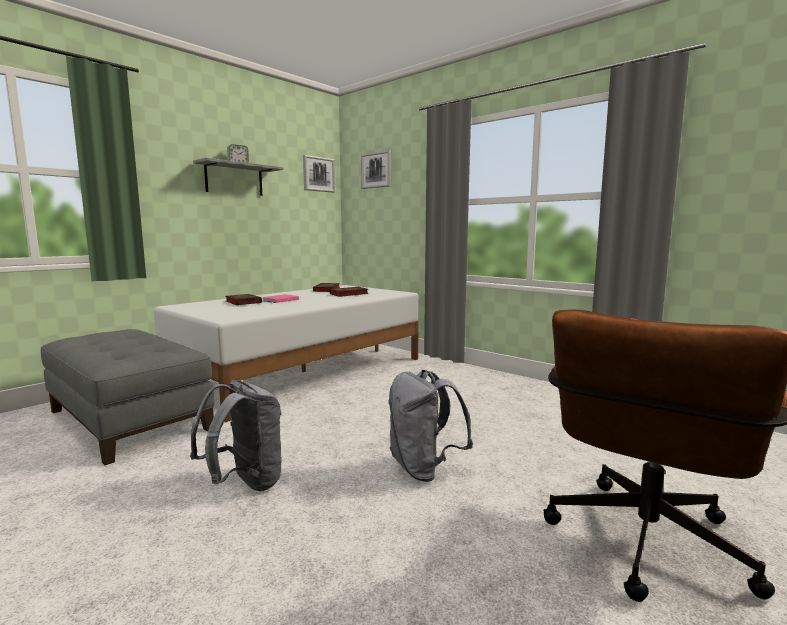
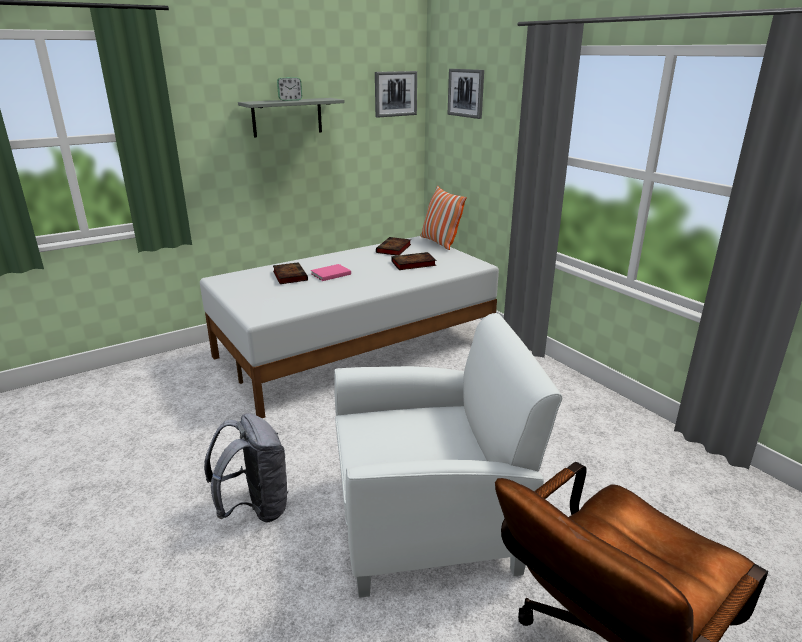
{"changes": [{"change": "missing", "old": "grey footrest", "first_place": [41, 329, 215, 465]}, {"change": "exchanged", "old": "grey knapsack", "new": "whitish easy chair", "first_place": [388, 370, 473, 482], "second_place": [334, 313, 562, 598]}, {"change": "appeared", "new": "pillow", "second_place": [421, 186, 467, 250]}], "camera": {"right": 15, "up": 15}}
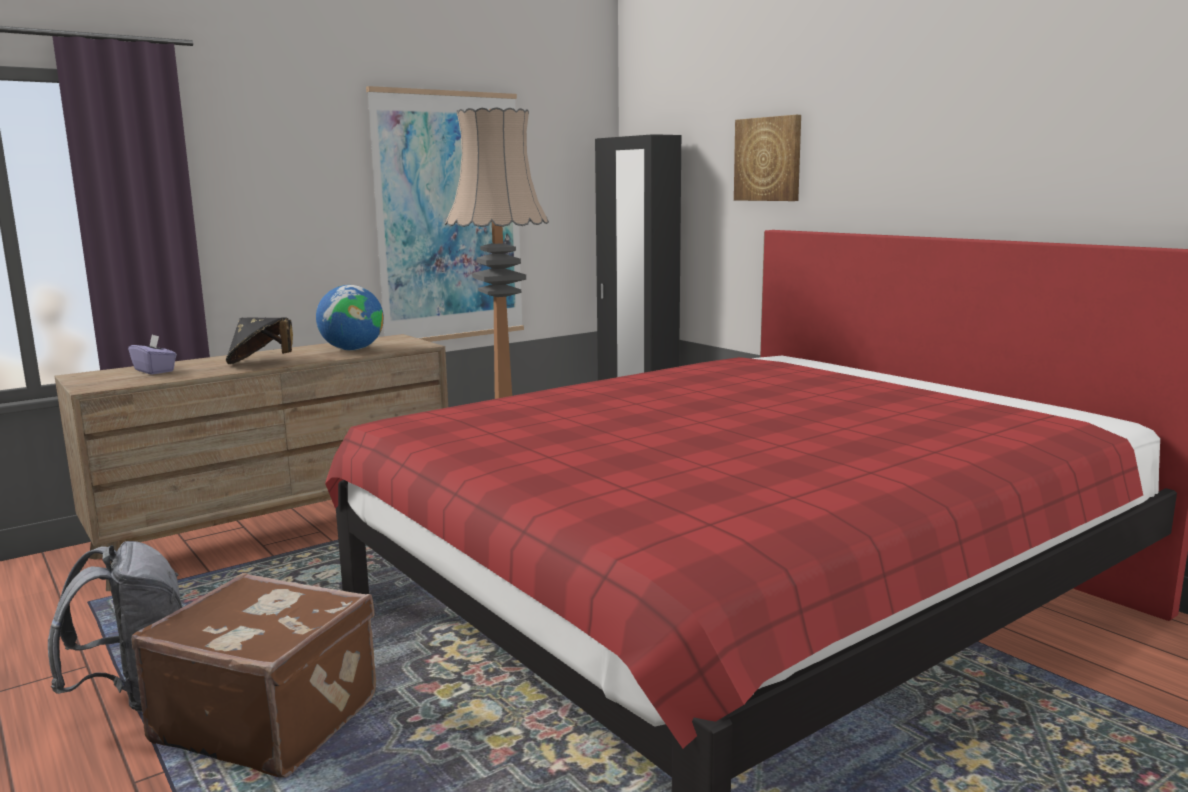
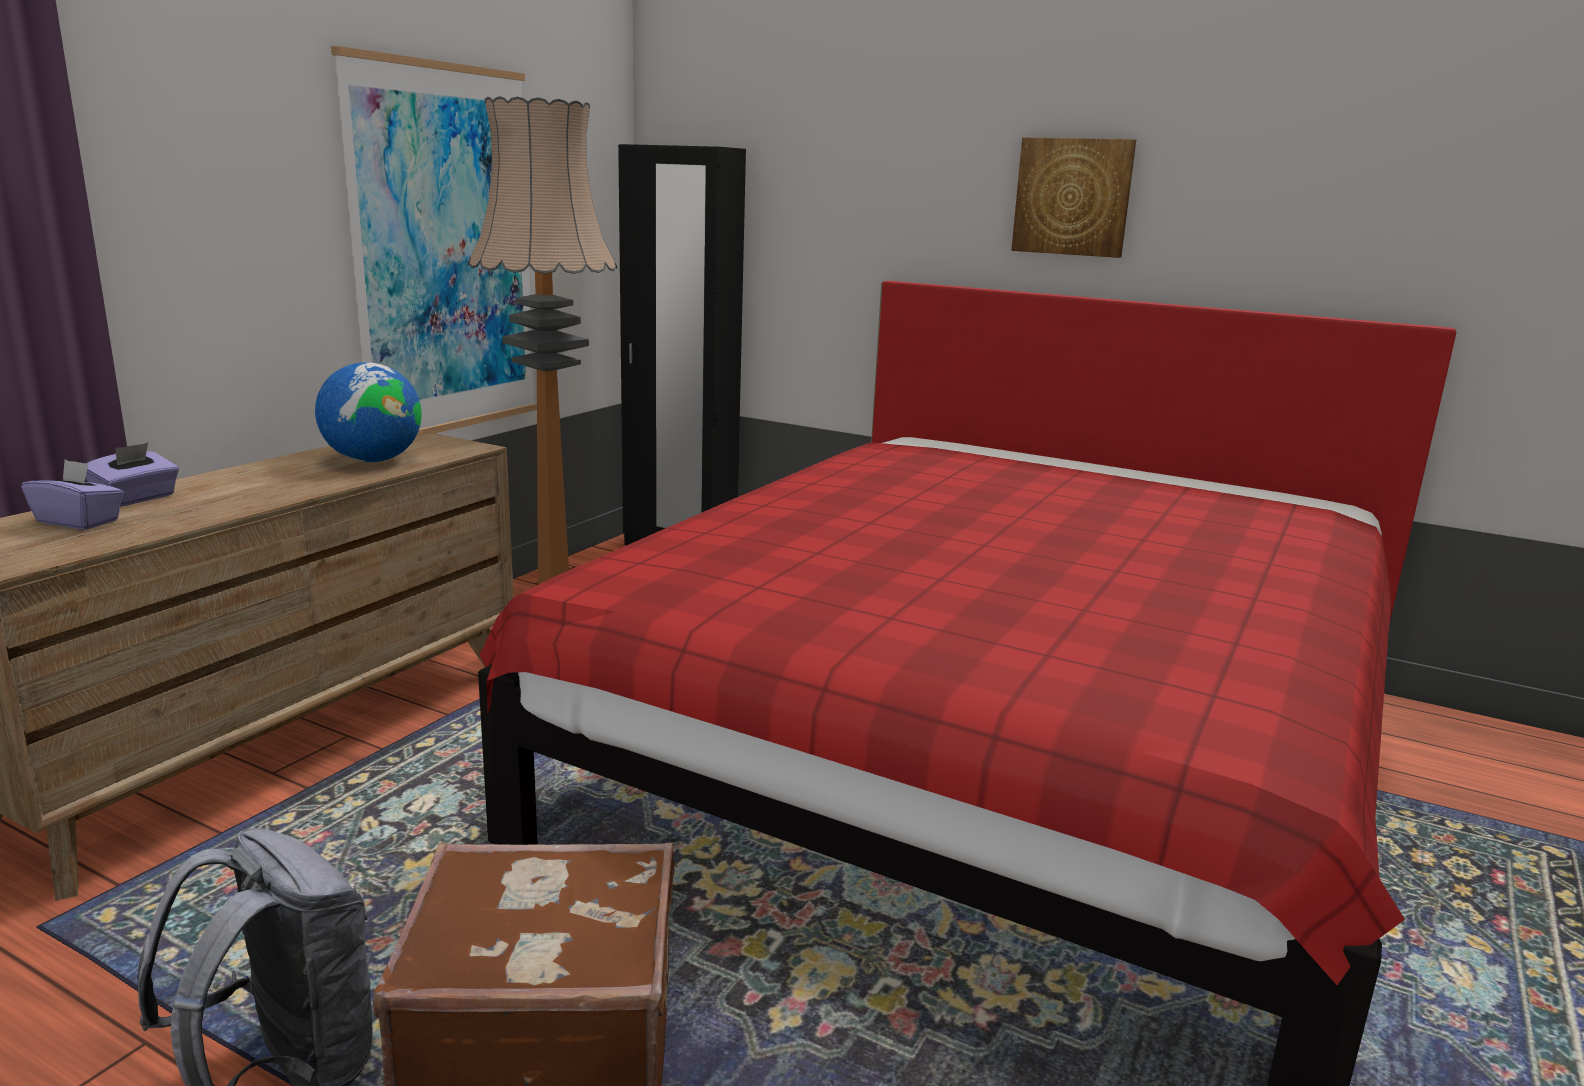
{"changes": [{"change": "relocated", "old": "wall art", "first_place": [734, 115, 801, 201], "second_place": [1011, 137, 1136, 258]}, {"change": "missing", "old": "black-coloured hat", "first_place": [226, 317, 293, 364]}, {"change": "appeared", "new": "purplish tissue box", "second_place": [86, 443, 179, 507]}], "camera": {"right": -25, "up": 5}}
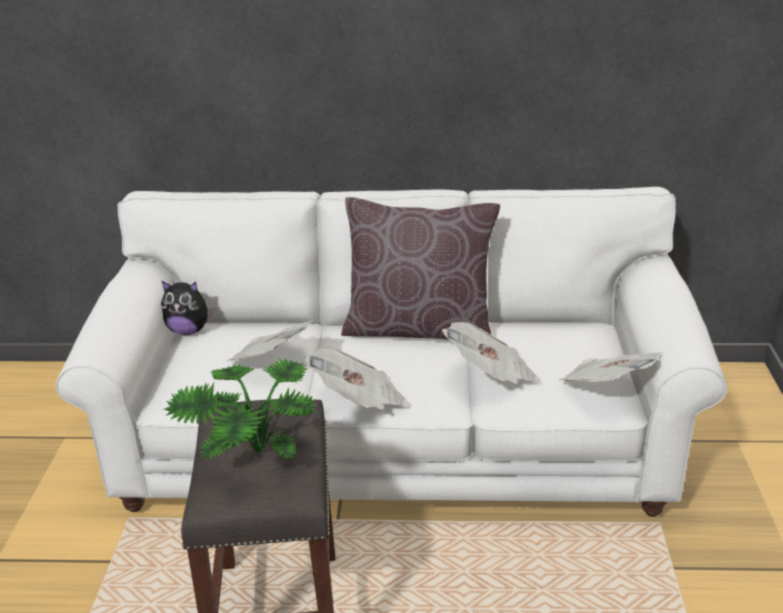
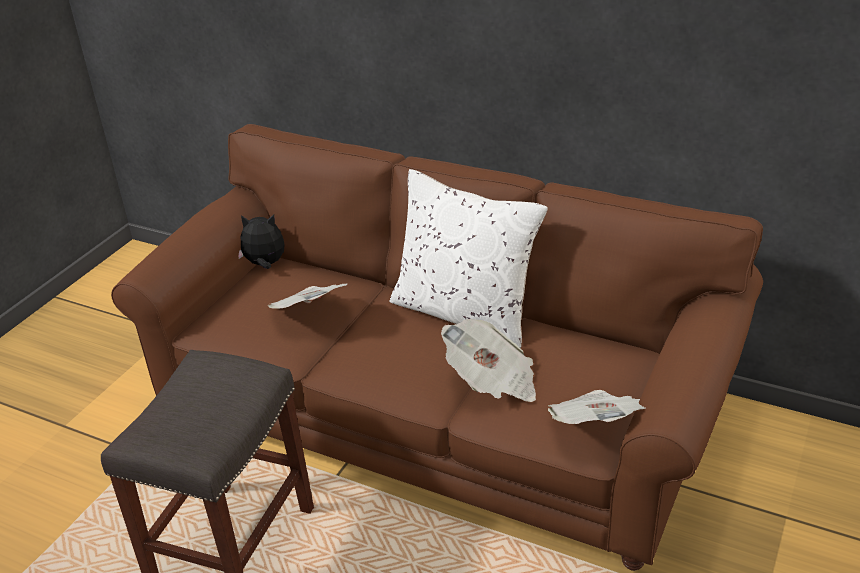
{"changes": [{"change": "colour", "old": "whitish sofa", "new": "brown-coloured sofa", "first_place": [56, 187, 727, 517], "second_place": [111, 124, 763, 571]}, {"change": "colour", "old": "brown-coloured pillow", "new": "whitish pillow", "first_place": [341, 197, 500, 340], "second_place": [390, 169, 548, 348]}, {"change": "spun", "old": "cuddly toy", "first_place": [161, 280, 215, 335], "second_place": [239, 214, 285, 269], "degrees": 150}, {"change": "missing", "old": "daily paper", "first_place": [304, 348, 409, 410]}, {"change": "missing", "old": "plant in a pot", "first_place": [164, 358, 316, 460]}], "camera": {"right": 25, "up": 5}}
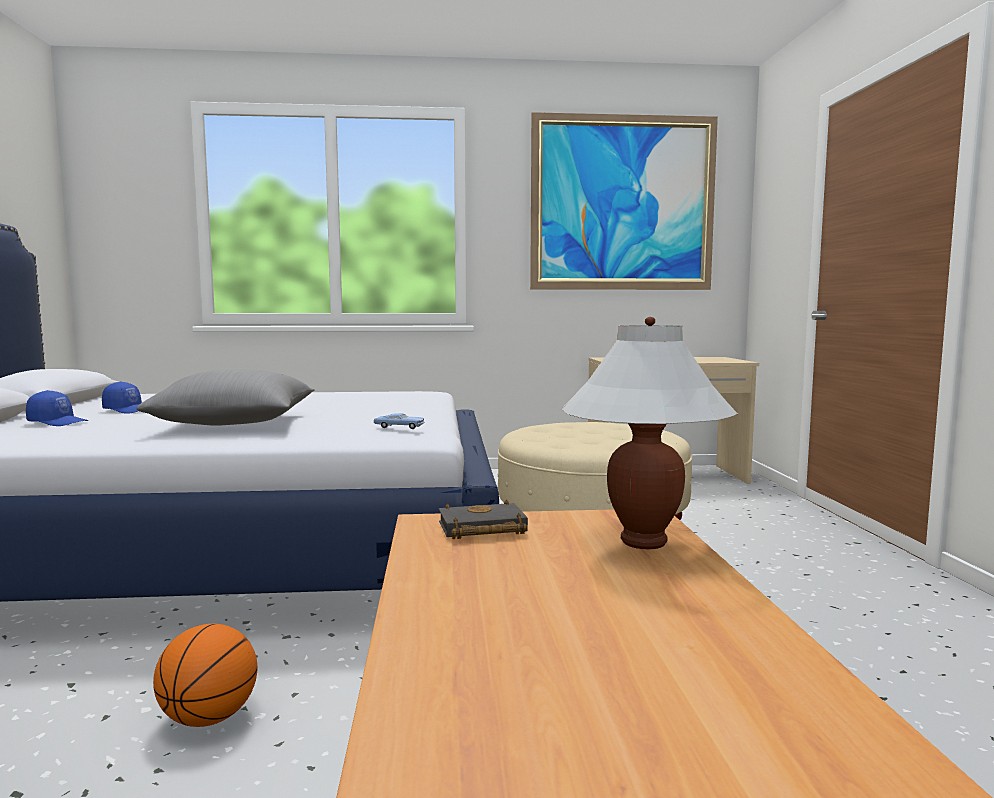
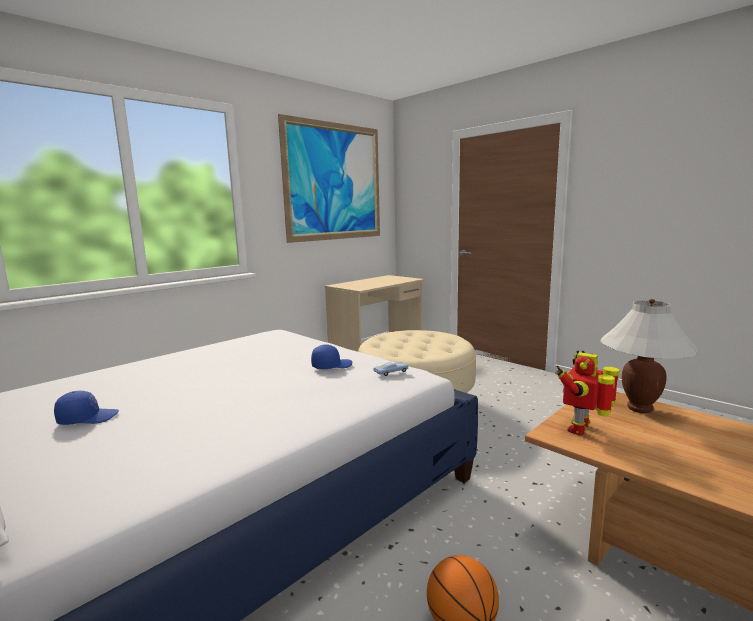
{"changes": [{"change": "missing", "old": "grey pillow", "first_place": [137, 369, 314, 426]}, {"change": "relocated", "old": "blue cap", "first_place": [26, 390, 88, 426], "second_place": [311, 344, 352, 369]}, {"change": "exchanged", "old": "black-coloured book", "new": "model robot", "first_place": [439, 500, 528, 539], "second_place": [555, 351, 619, 435]}], "camera": {"right": -40, "up": 5}}
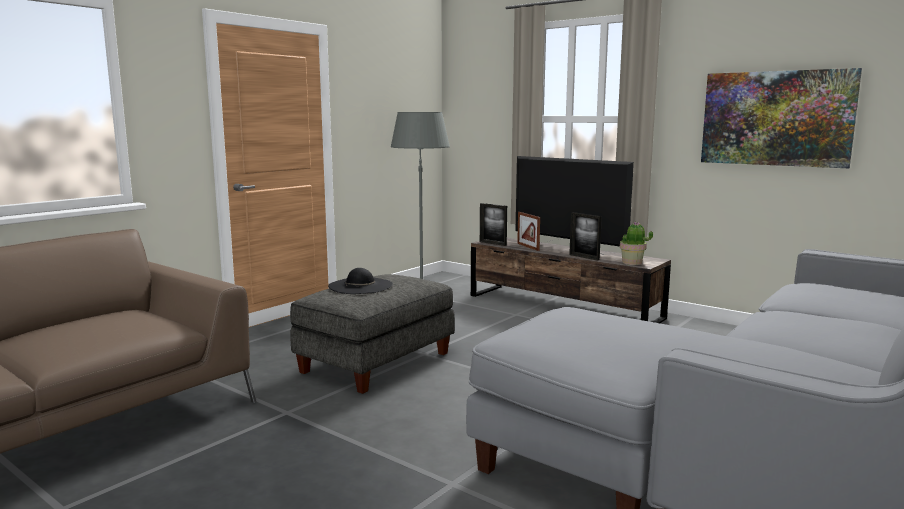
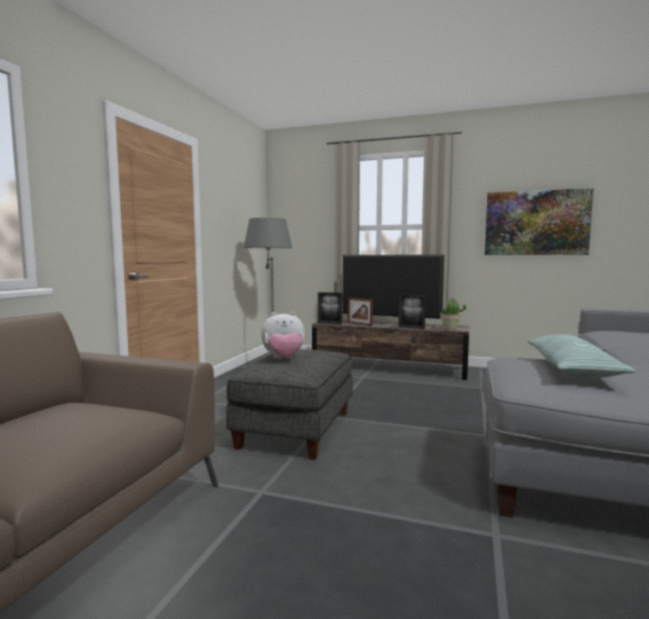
{"changes": [{"change": "exchanged", "old": "black-coloured hat", "new": "cuddly toy", "first_place": [328, 268, 393, 294], "second_place": [261, 312, 305, 359]}, {"change": "appeared", "new": "pillow", "second_place": [527, 334, 636, 377]}], "camera": {"right": -20, "up": -5}}
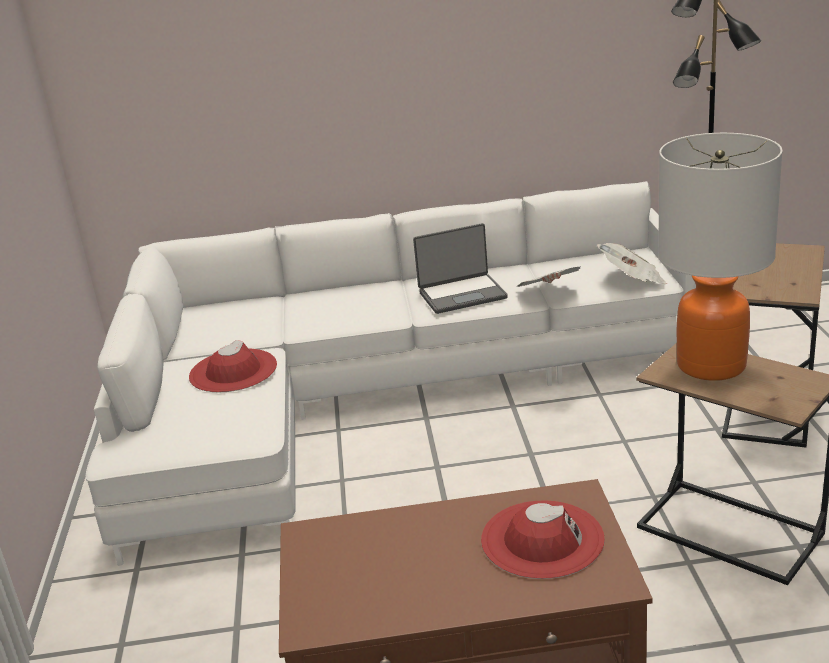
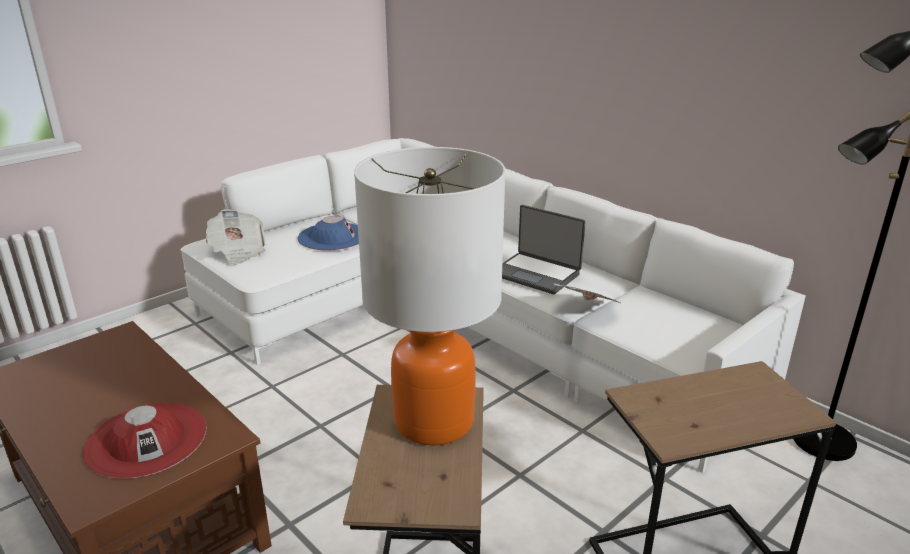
{"changes": [{"change": "relocated", "old": "daily paper", "first_place": [597, 243, 667, 284], "second_place": [205, 209, 265, 265]}, {"change": "colour", "old": "red-coloured hat", "new": "blue hat", "first_place": [189, 340, 277, 392], "second_place": [298, 216, 359, 251]}], "camera": {"right": 50, "up": 0}}
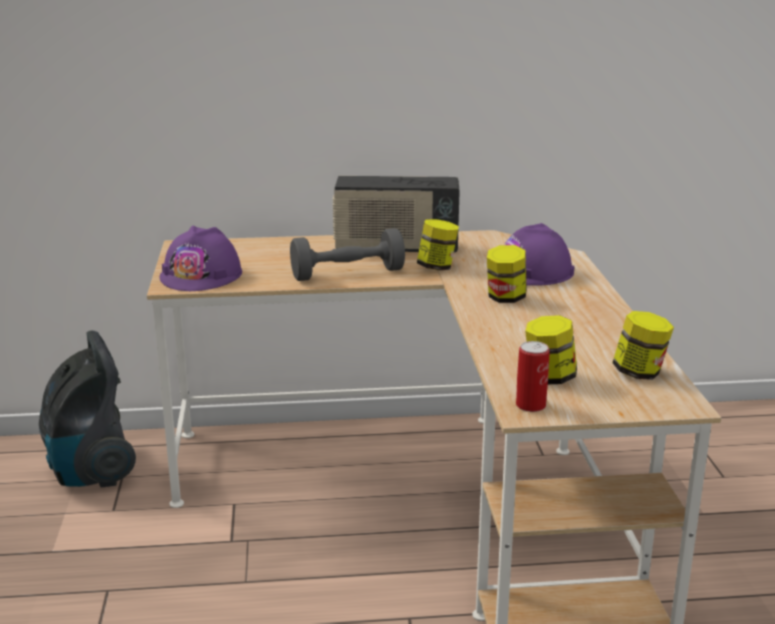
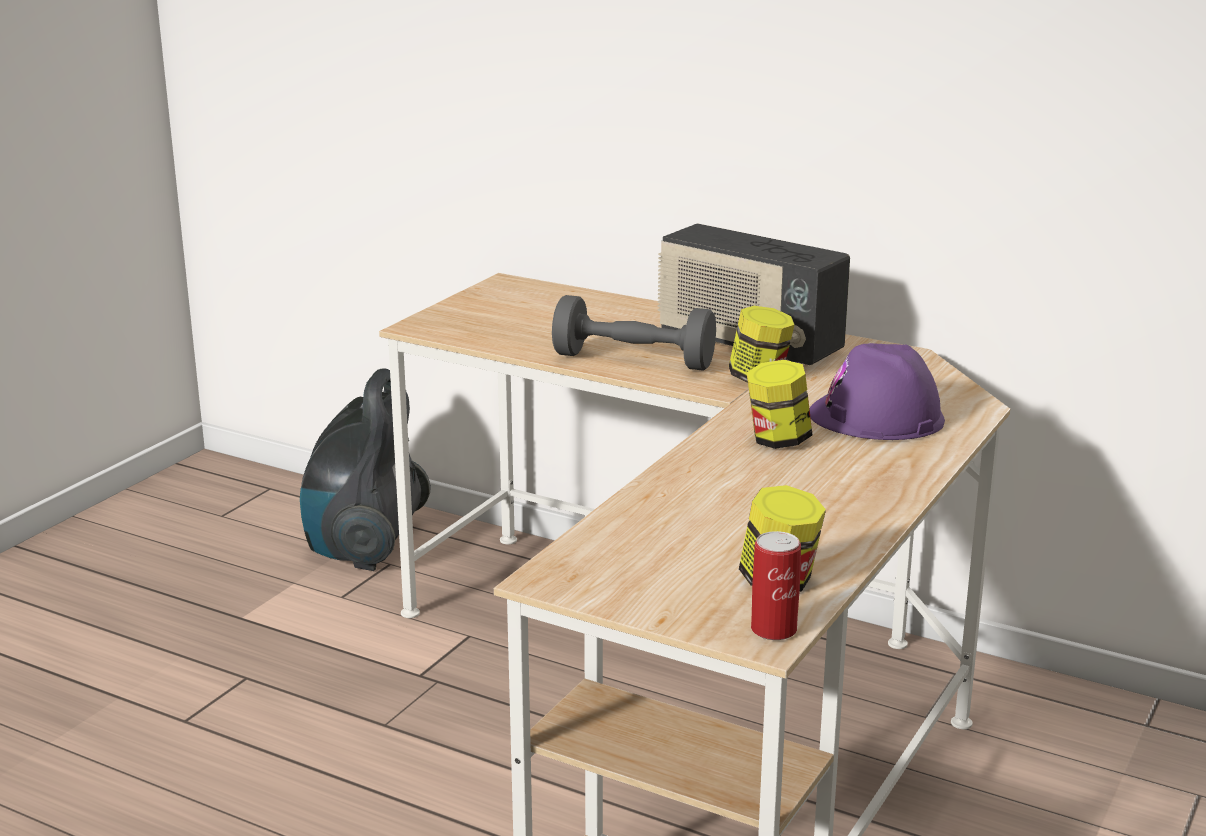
{"changes": [{"change": "missing", "old": "purplish hard hat", "first_place": [159, 226, 242, 291]}, {"change": "missing", "old": "jar", "first_place": [525, 315, 577, 384]}, {"change": "relocated", "old": "metal can", "first_place": [516, 341, 550, 412], "second_place": [751, 531, 801, 640]}], "camera": {"right": 35, "up": 0}}
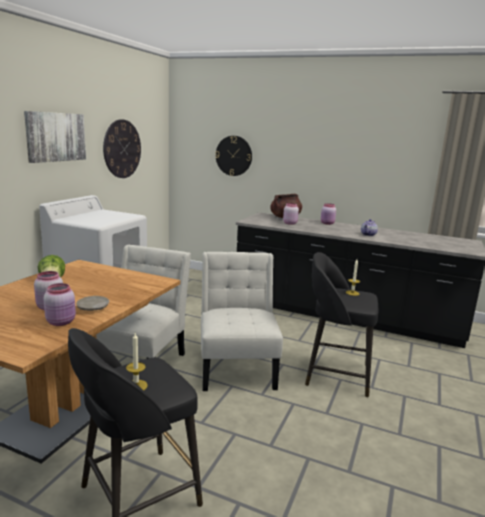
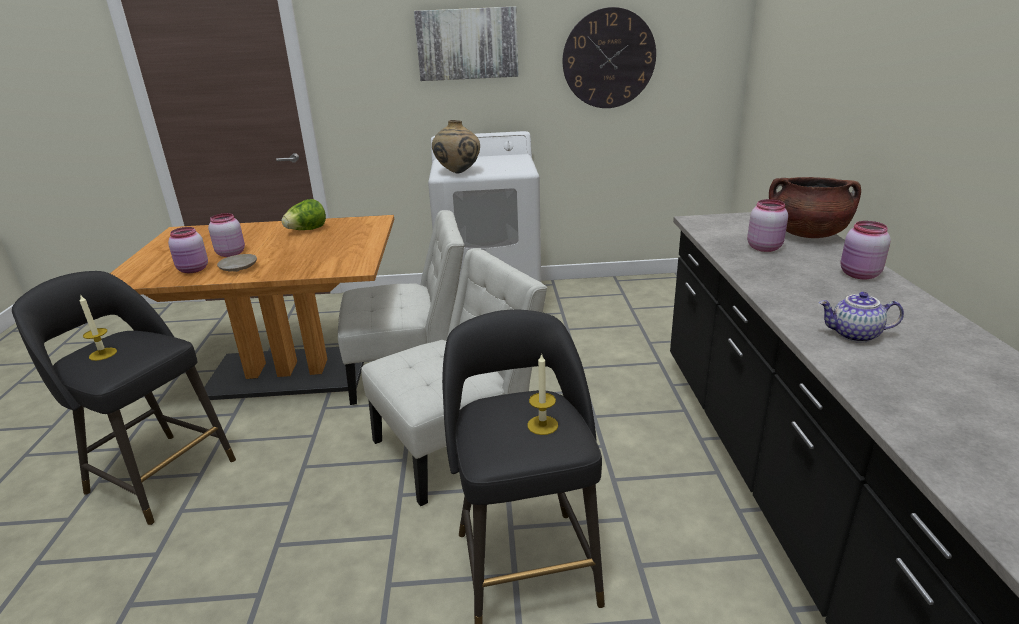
{"changes": [{"change": "missing", "old": "clock on the wall", "first_place": [215, 136, 252, 176]}, {"change": "appeared", "new": "beige vase", "second_place": [432, 120, 480, 174]}], "camera": {"right": 65, "up": 10}}
